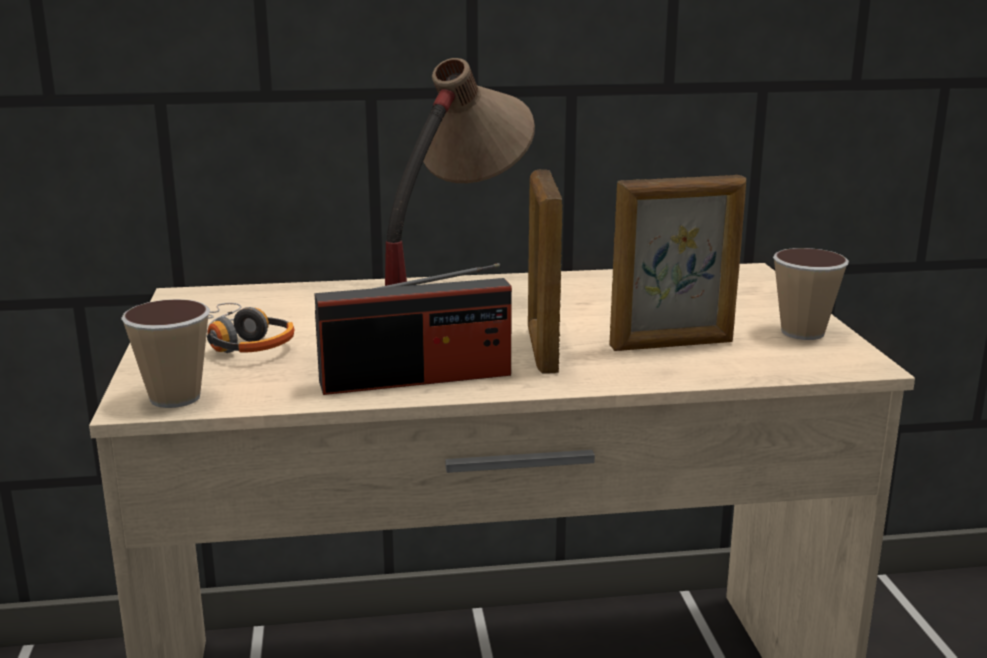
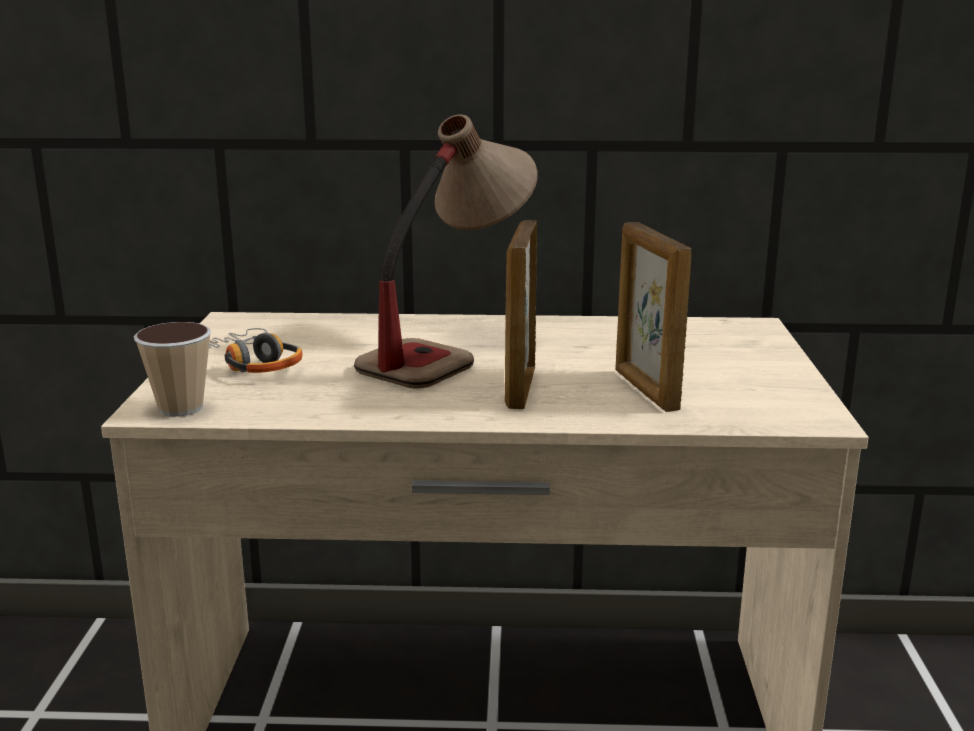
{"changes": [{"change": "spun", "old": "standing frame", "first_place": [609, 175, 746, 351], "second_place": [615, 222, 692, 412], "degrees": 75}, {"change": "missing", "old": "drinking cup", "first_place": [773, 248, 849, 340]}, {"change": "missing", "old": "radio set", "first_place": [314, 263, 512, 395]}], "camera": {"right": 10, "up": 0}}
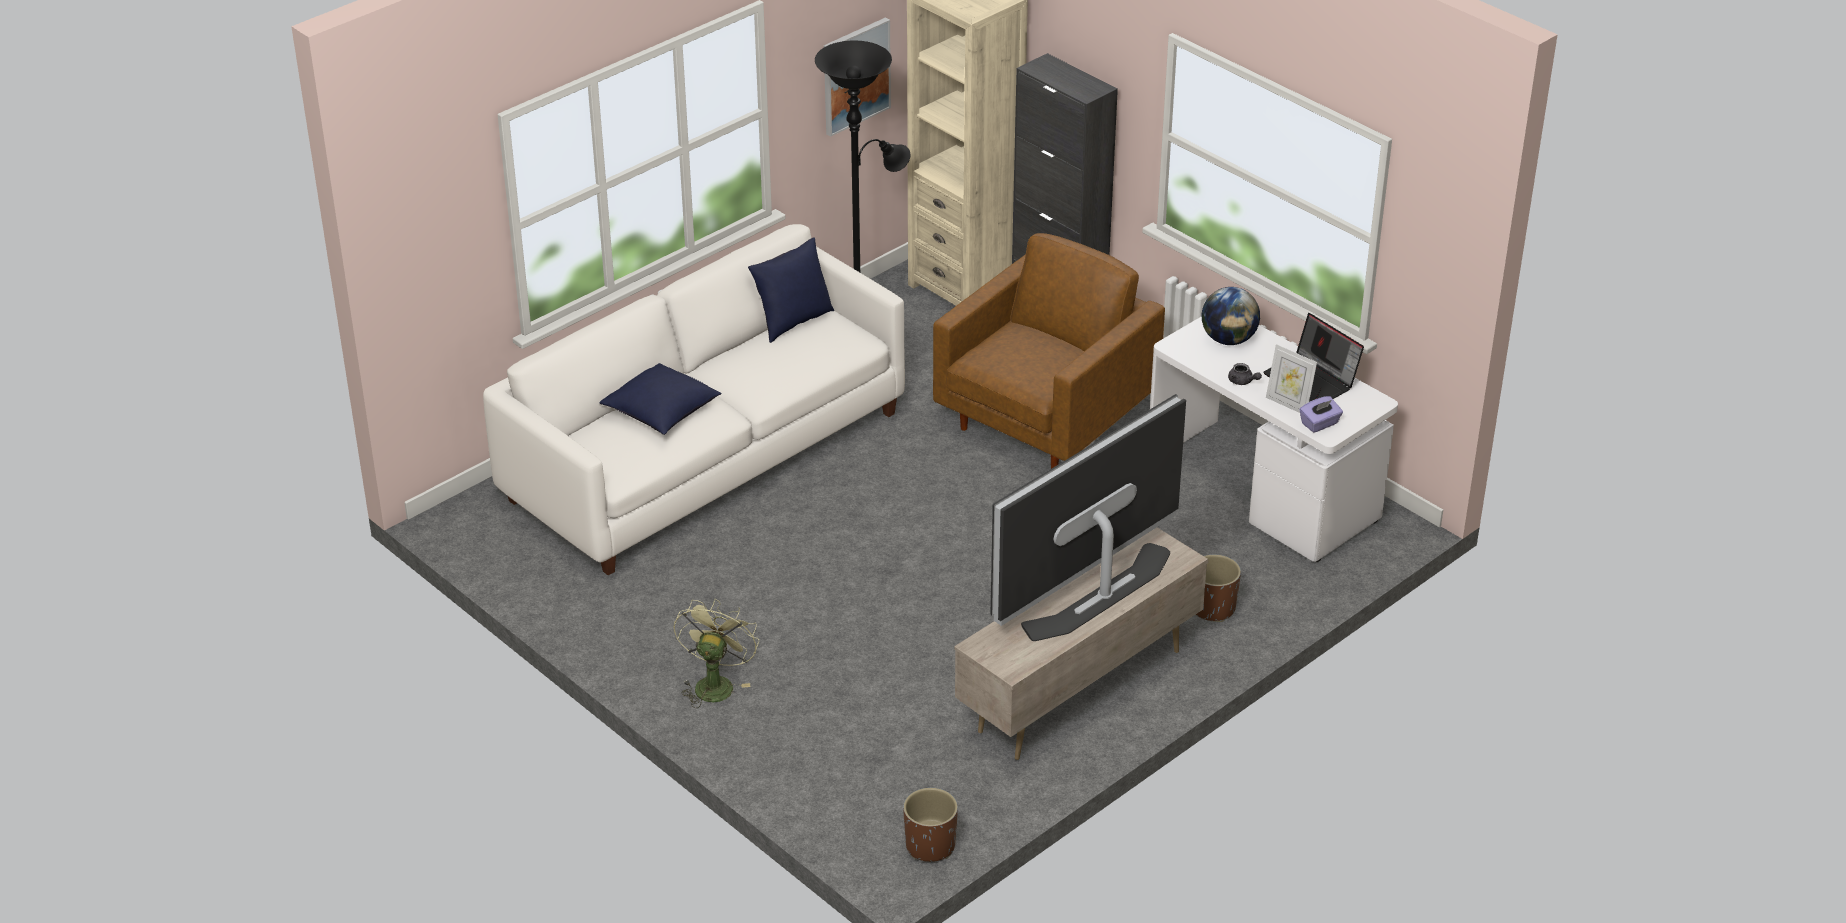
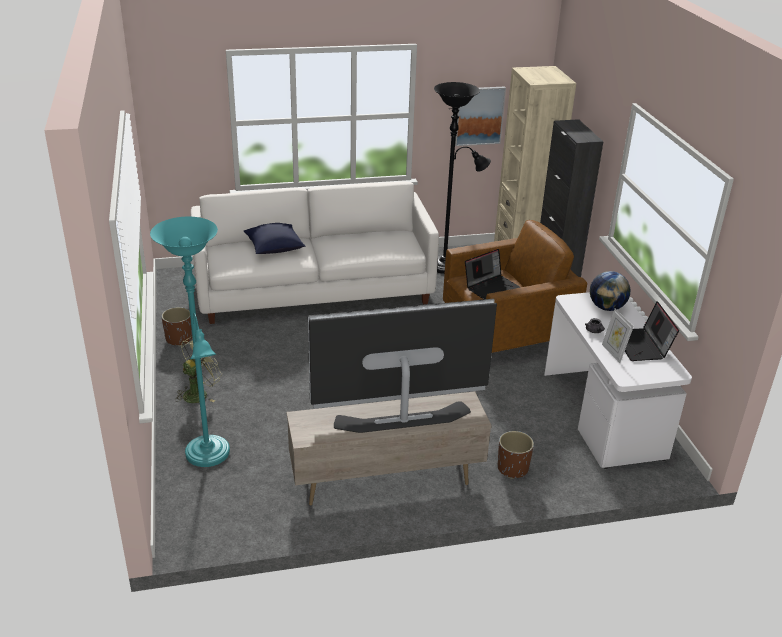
{"changes": [{"change": "missing", "old": "blue pillow", "first_place": [748, 238, 834, 343]}, {"change": "missing", "old": "purplish tissue box", "first_place": [1299, 396, 1343, 433]}, {"change": "relocated", "old": "brown-coloured flower pot", "first_place": [903, 788, 958, 862], "second_place": [161, 307, 192, 346]}, {"change": "appeared", "new": "turquoise-coloured standing lamp", "second_place": [150, 217, 230, 467]}, {"change": "appeared", "new": "laptop", "second_place": [465, 249, 521, 299]}], "camera": {"right": 30, "up": -5}}
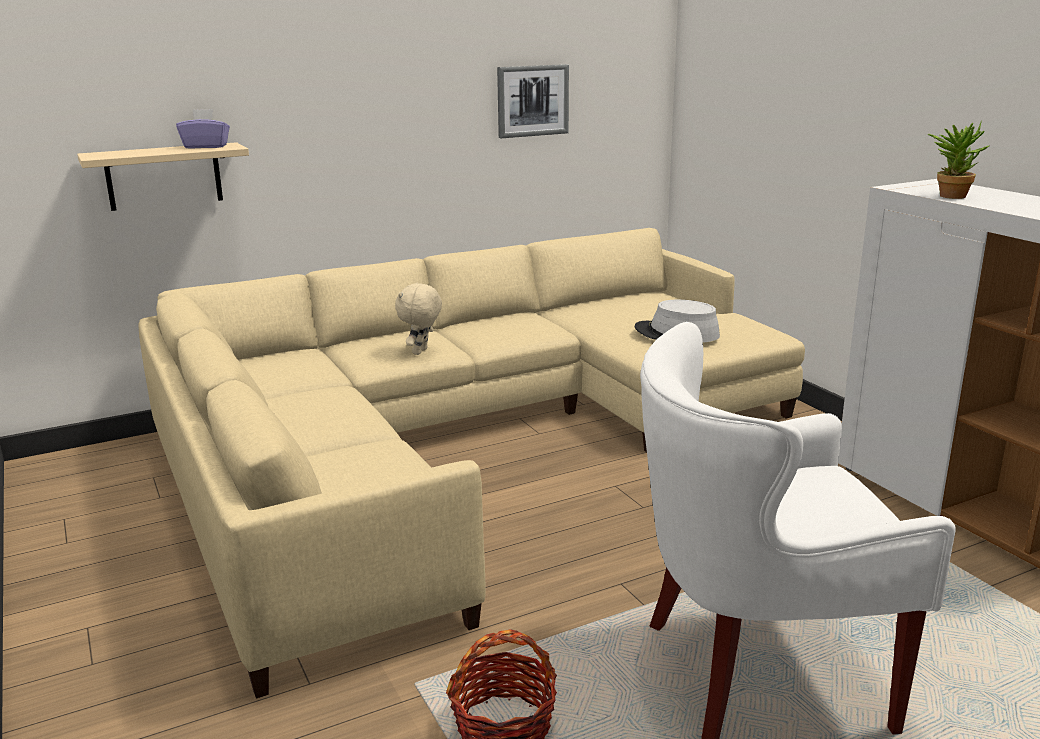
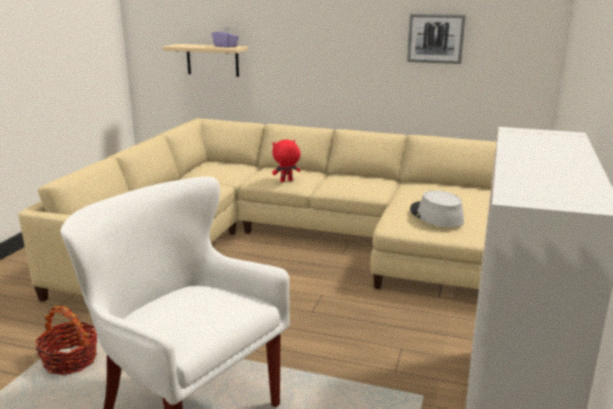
{"changes": [{"change": "missing", "old": "plant in a pot", "first_place": [928, 121, 989, 199]}, {"change": "colour", "old": "beige cuddly toy", "new": "red-coloured cuddly toy", "first_place": [395, 283, 442, 355], "second_place": [272, 140, 301, 182]}], "camera": {"right": 45, "up": 0}}
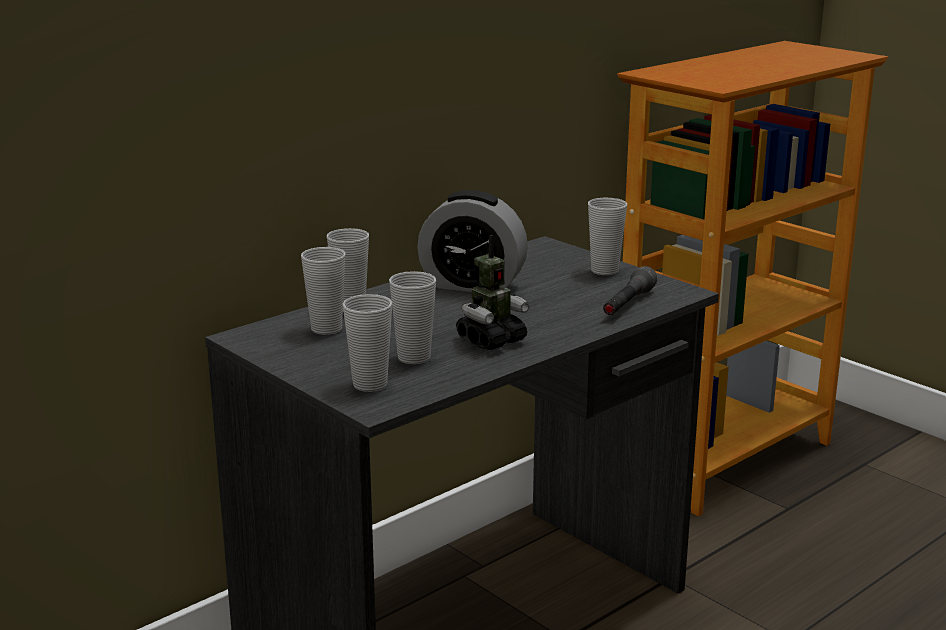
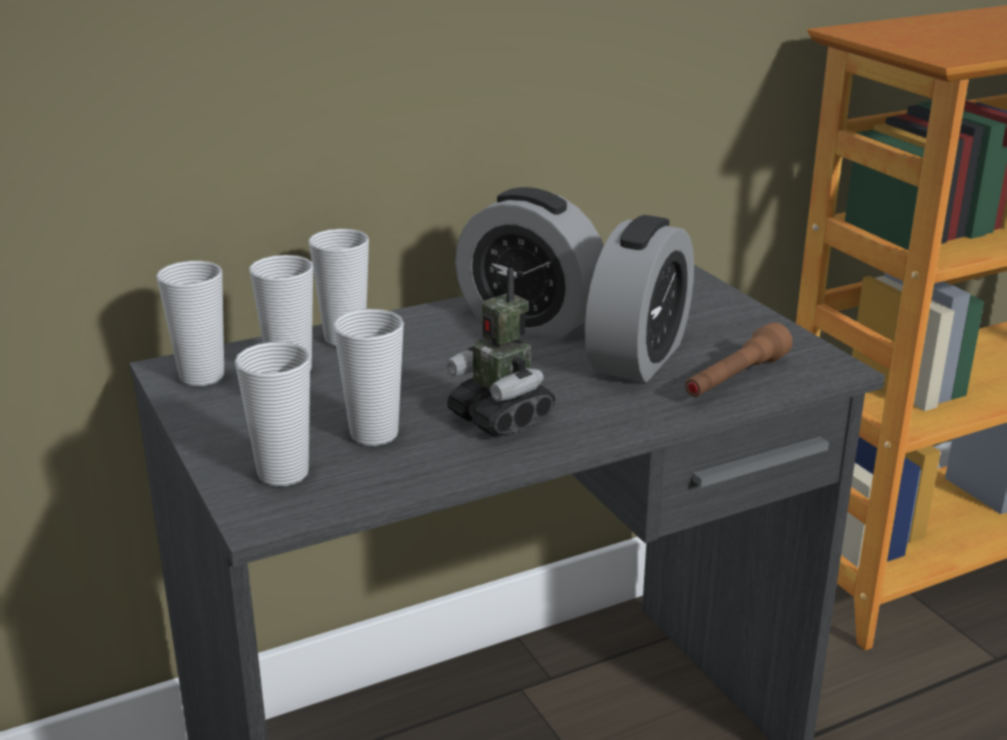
{"changes": [{"change": "relocated", "old": "drinking cup", "first_place": [588, 198, 627, 275], "second_place": [156, 261, 224, 386]}, {"change": "spun", "old": "model robot", "first_place": [456, 235, 529, 350], "second_place": [446, 268, 555, 436], "degrees": 75}, {"change": "colour", "old": "grey torch", "new": "brown-coloured torch", "first_place": [603, 266, 657, 315], "second_place": [685, 322, 792, 397]}, {"change": "appeared", "new": "bedside clock", "second_place": [585, 215, 694, 383]}], "camera": {"right": 15, "up": 5}}
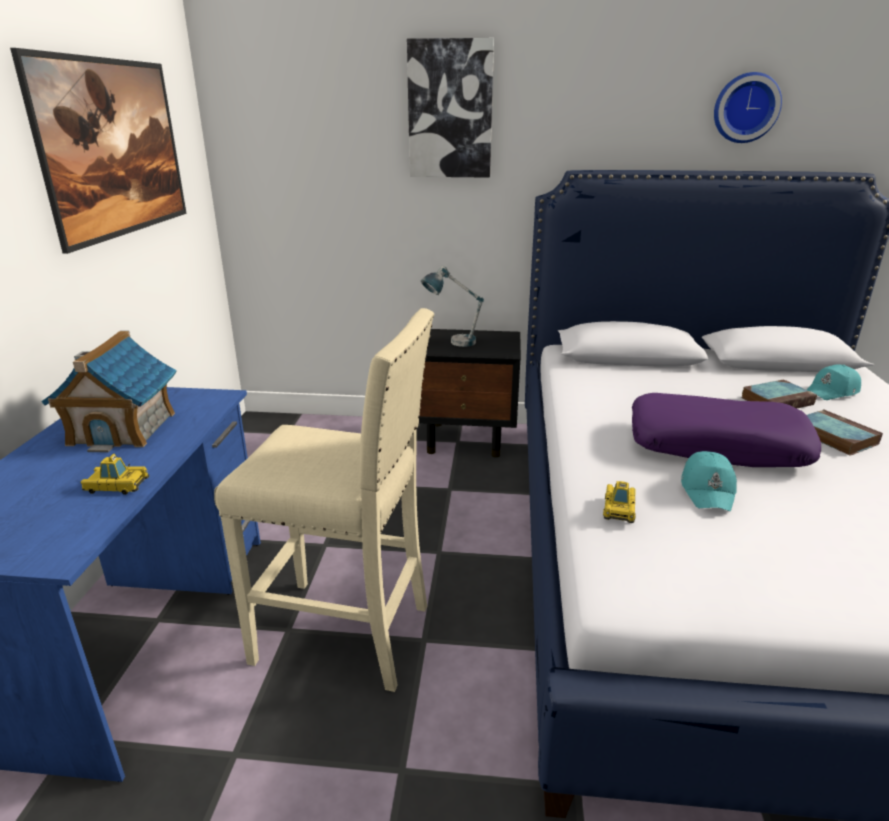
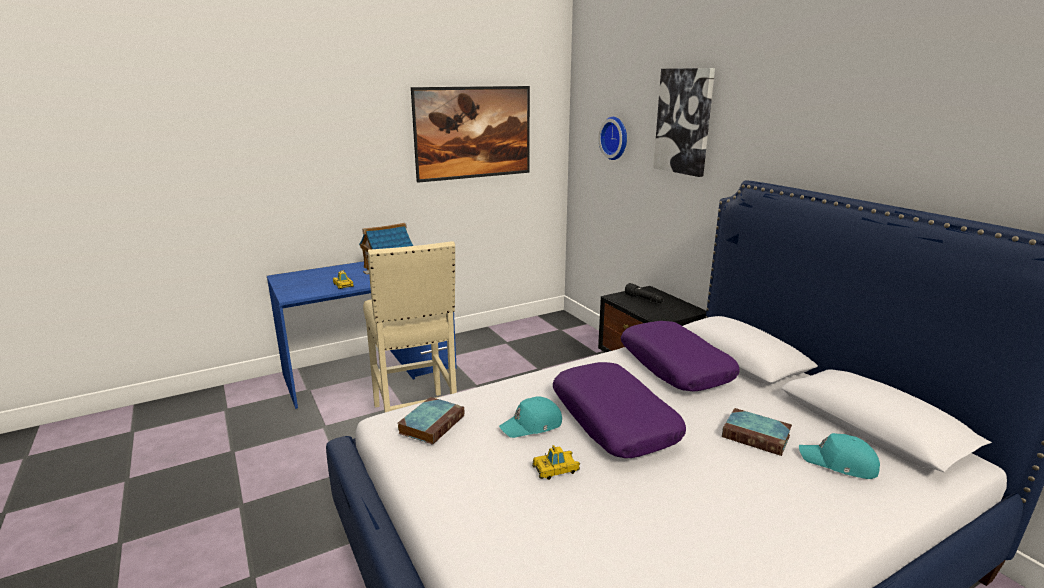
{"changes": [{"change": "relocated", "old": "clock on the wall", "first_place": [714, 72, 782, 143], "second_place": [598, 117, 627, 160]}, {"change": "exchanged", "old": "lamp for a table", "new": "black-coloured torch", "first_place": [421, 266, 484, 347], "second_place": [625, 283, 663, 303]}, {"change": "relocated", "old": "book", "first_place": [807, 409, 883, 456], "second_place": [398, 397, 464, 445]}, {"change": "relocated", "old": "miniature car", "first_place": [603, 481, 636, 523], "second_place": [532, 445, 580, 480]}, {"change": "appeared", "new": "purplish pillow", "second_place": [621, 321, 739, 392]}], "camera": {"right": 55, "up": -5}}
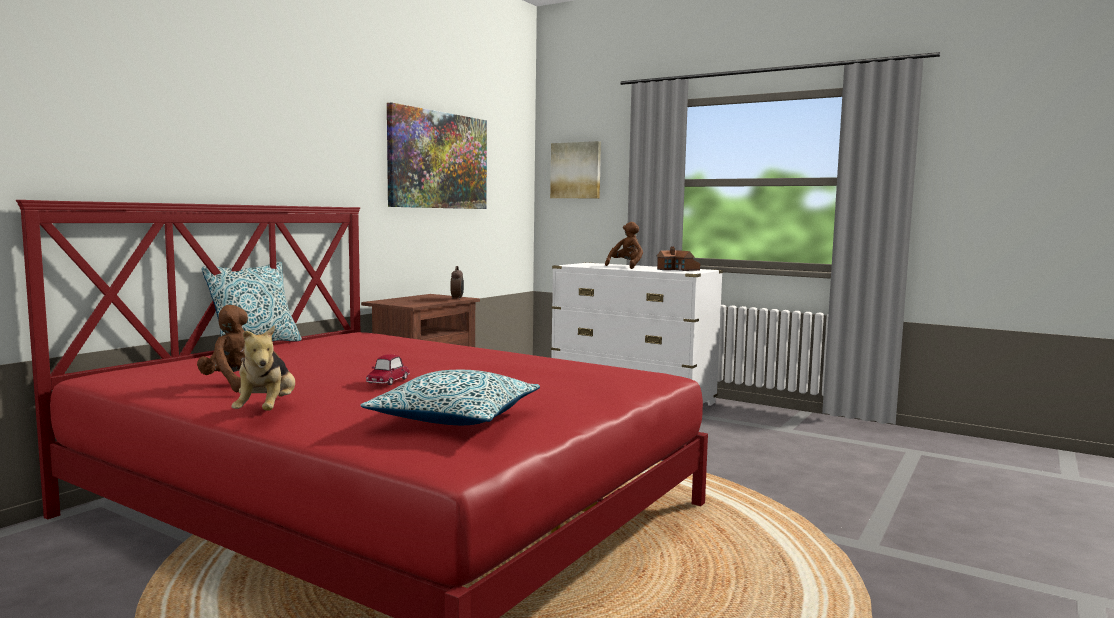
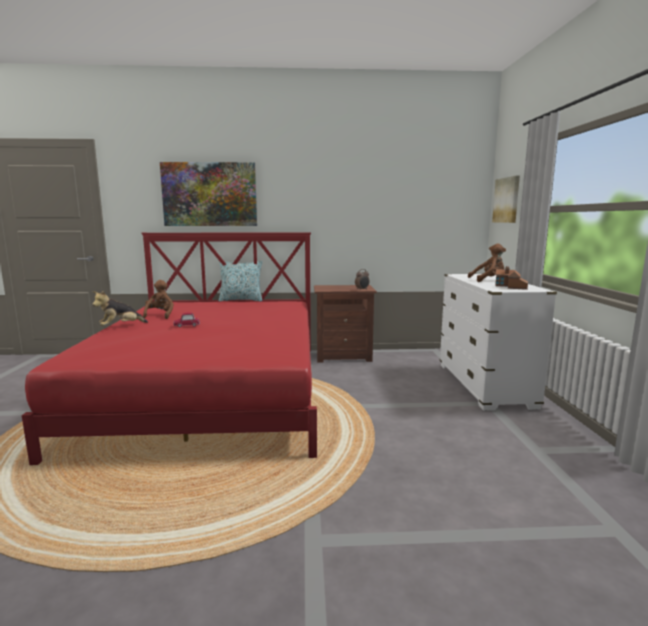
{"changes": [{"change": "relocated", "old": "wall art", "first_place": [387, 103, 487, 209], "second_place": [160, 162, 257, 226]}, {"change": "missing", "old": "pillow", "first_place": [360, 370, 540, 425]}], "camera": {"right": 55, "up": 5}}
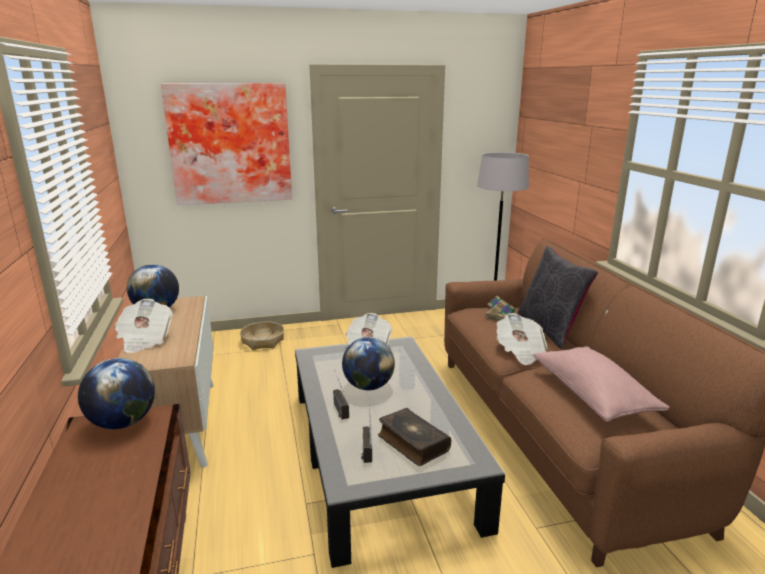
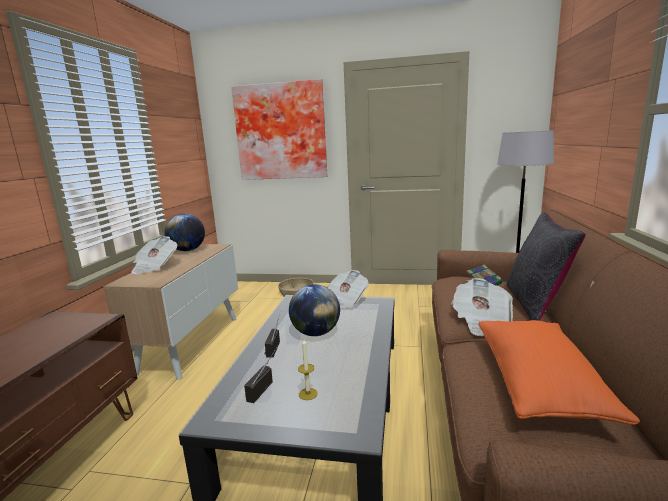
{"changes": [{"change": "colour", "old": "pink-coloured pillow", "new": "orangey pillow", "first_place": [534, 346, 670, 422], "second_place": [479, 320, 640, 425]}, {"change": "missing", "old": "globe", "first_place": [78, 358, 155, 429]}, {"change": "exchanged", "old": "book", "new": "wax light", "first_place": [378, 408, 451, 466], "second_place": [298, 339, 318, 400]}], "camera": {"right": 25, "up": -5}}
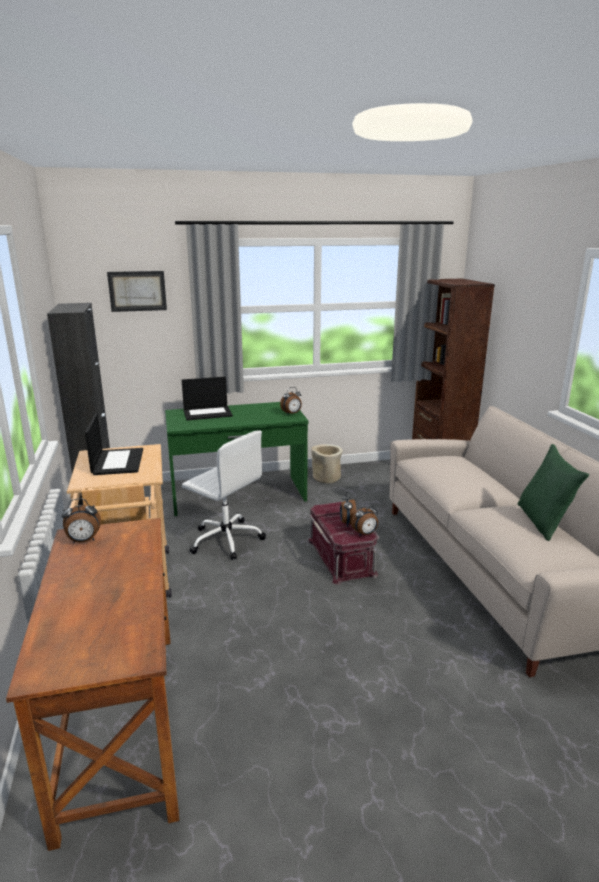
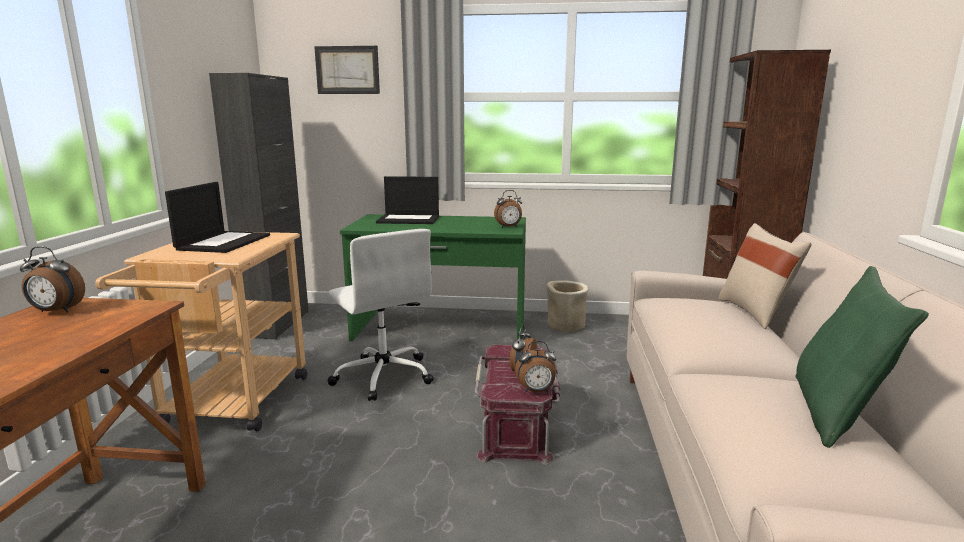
{"changes": [{"change": "appeared", "new": "beige pillow", "second_place": [719, 223, 812, 329]}], "camera": {"right": 20, "up": -5}}
